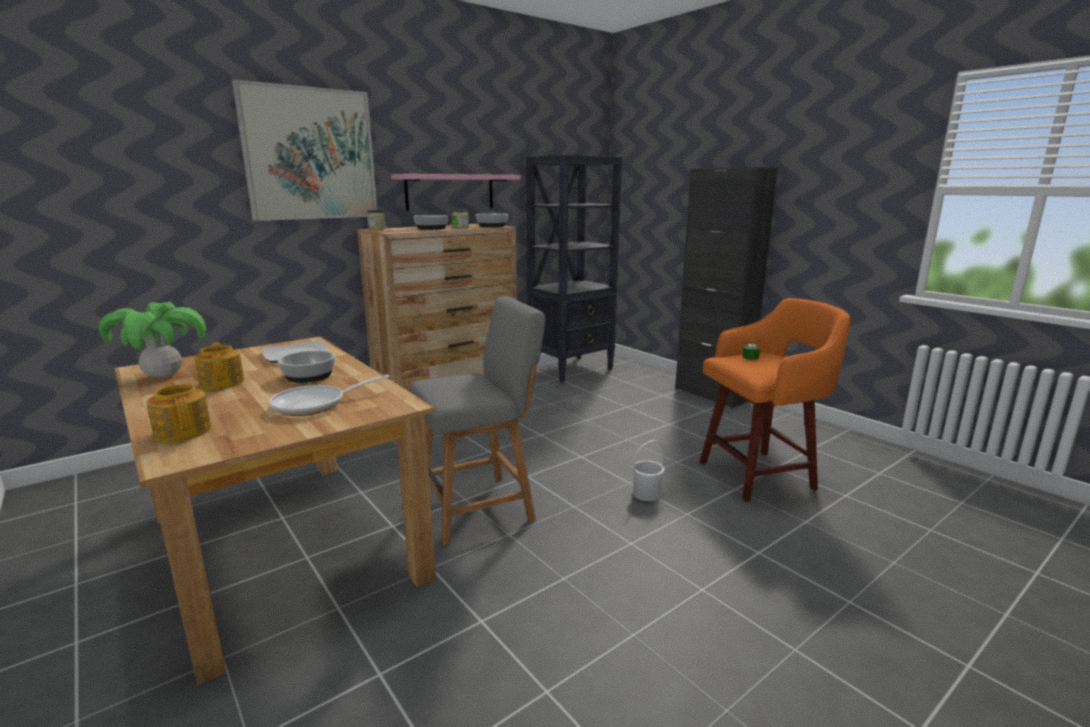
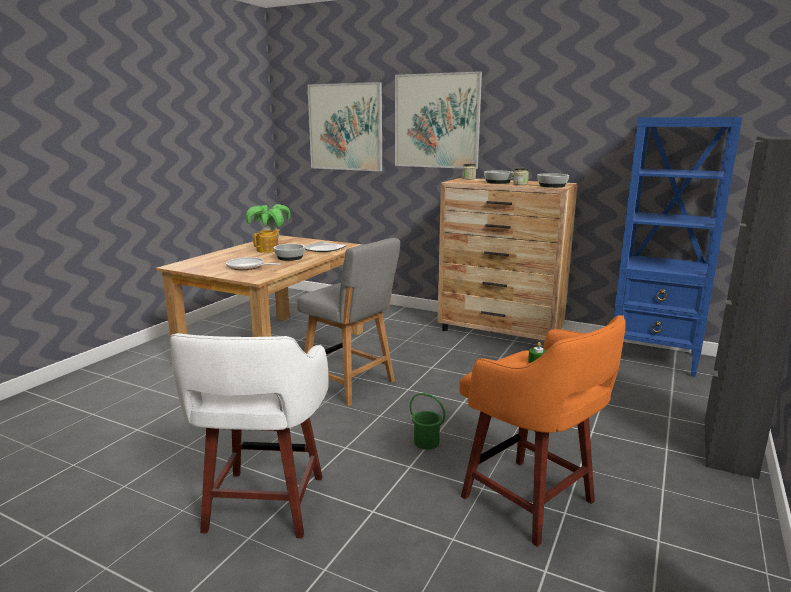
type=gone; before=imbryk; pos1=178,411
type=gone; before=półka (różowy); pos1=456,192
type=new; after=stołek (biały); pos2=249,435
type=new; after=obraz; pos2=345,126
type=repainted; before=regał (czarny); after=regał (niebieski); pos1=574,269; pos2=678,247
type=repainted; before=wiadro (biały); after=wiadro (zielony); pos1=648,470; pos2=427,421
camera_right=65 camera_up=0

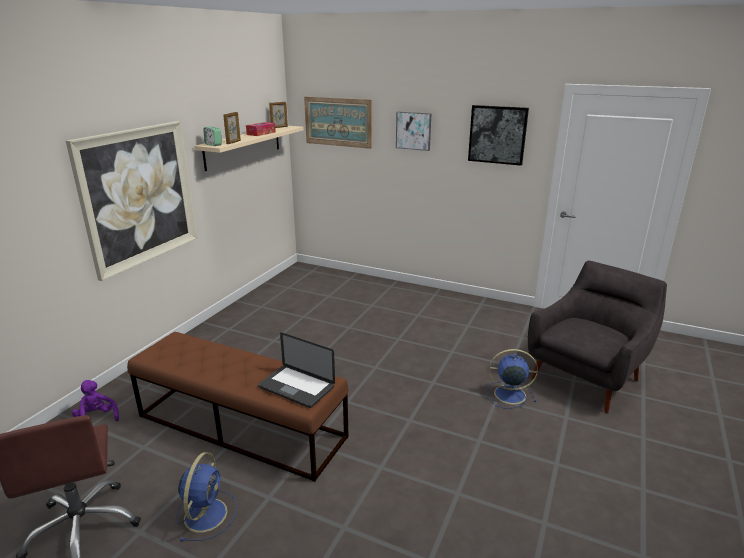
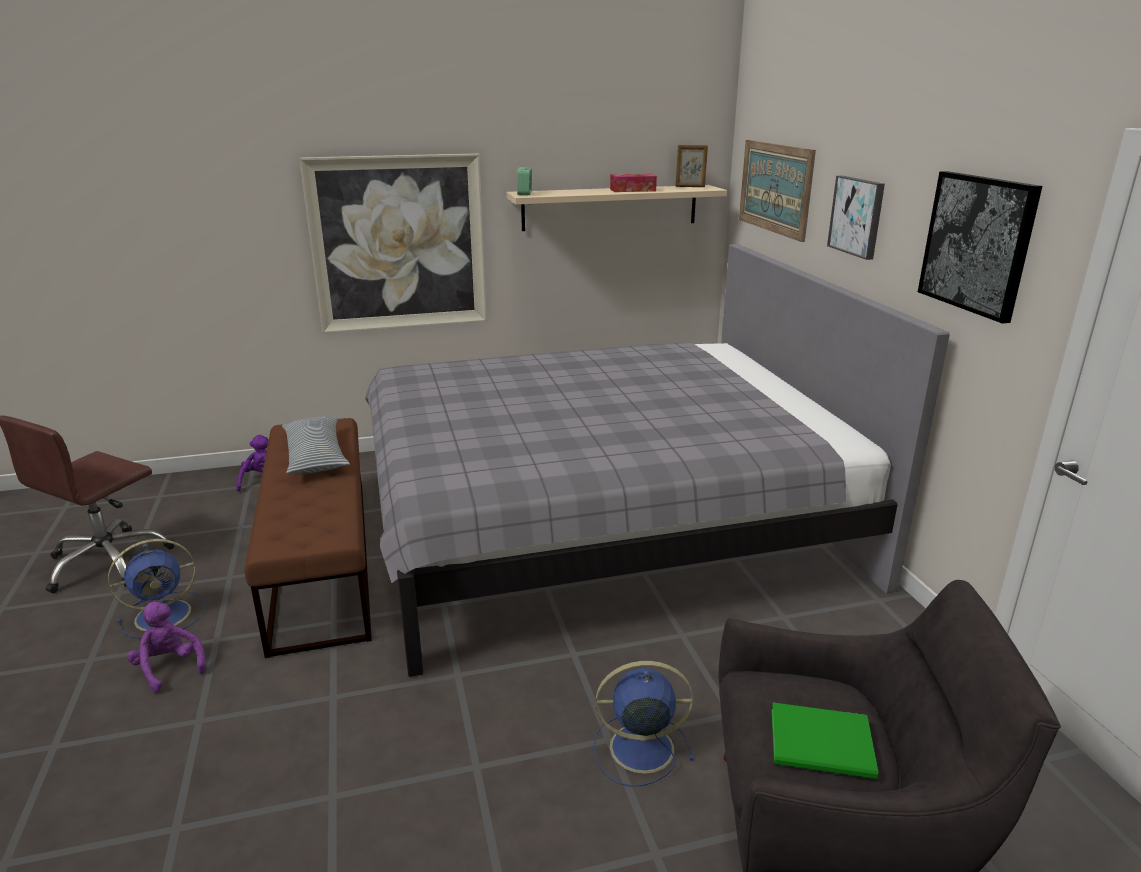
type=gone; before=ramka na zdjęcie; pos1=232,128
type=gone; before=laptop; pos1=296,370
type=new; after=pluszak (fioletowy); pos2=166,647
type=new; after=poduszka; pos2=316,445
type=new; after=łóżko (szary); pos2=657,460
type=new; after=książka (zielony); pos2=825,741
type=rotated; before=wentylator (niebieski); pos1=512,379; pos2=644,724; turn=-60
camera_right=50 camera_up=0

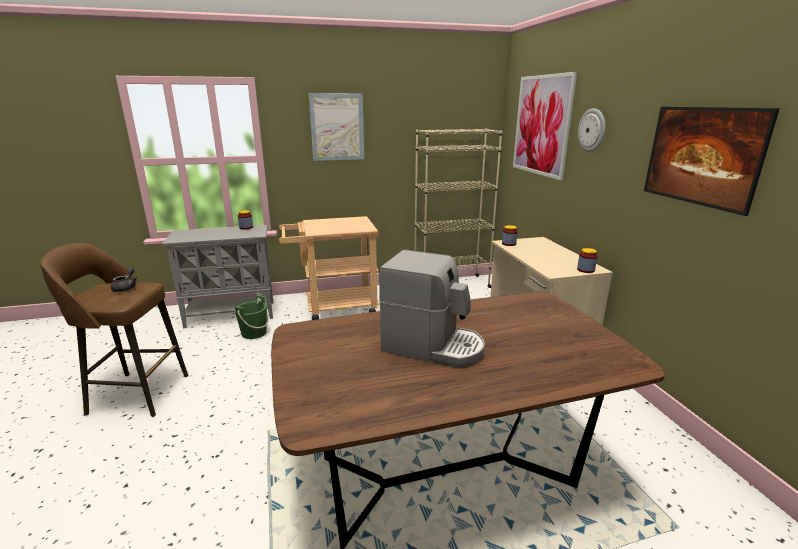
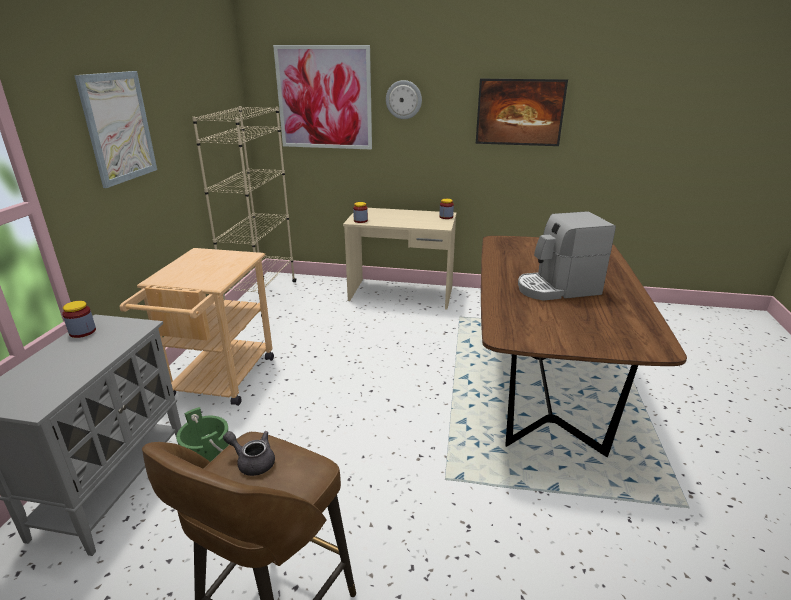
type=rotated; before=ekspres do kawy; pos1=432,309; pos2=567,256; turn=-150
camera_right=-65 camera_up=5

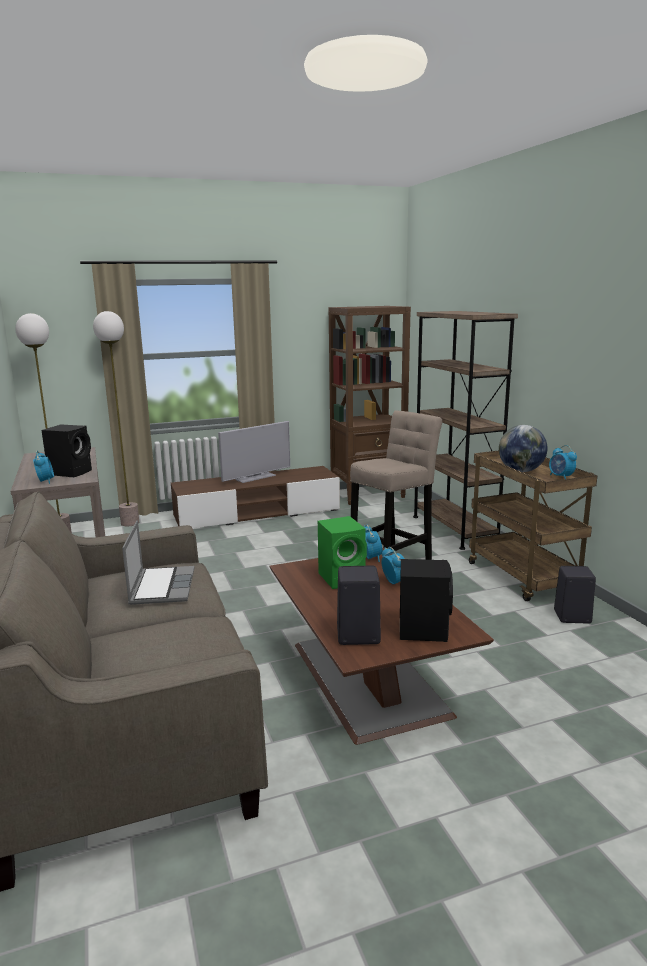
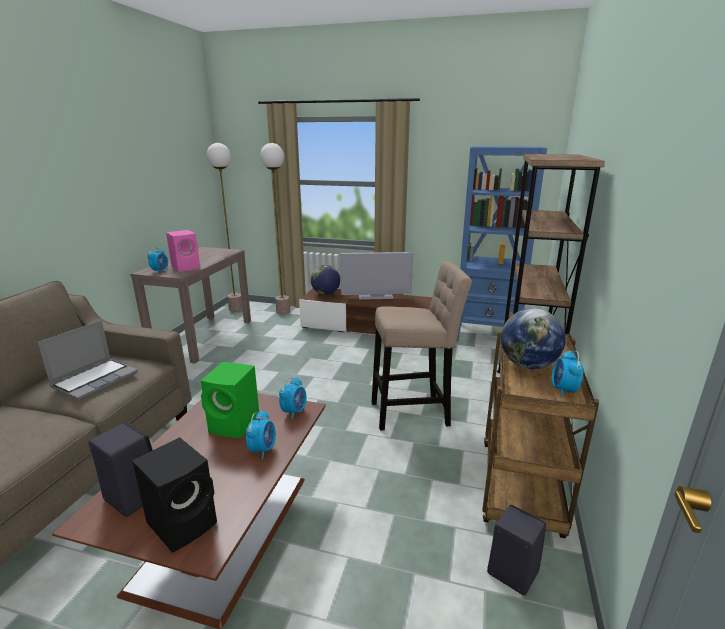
type=new; after=globus; pos2=325,280
type=repainted; before=głośnik (czarny); after=głośnik (różowy); pos1=66,451; pos2=183,251
type=repainted; before=regał (brązowy); after=regał (niebieski); pos1=369,405; pos2=502,243
camera_right=35 camera_up=5

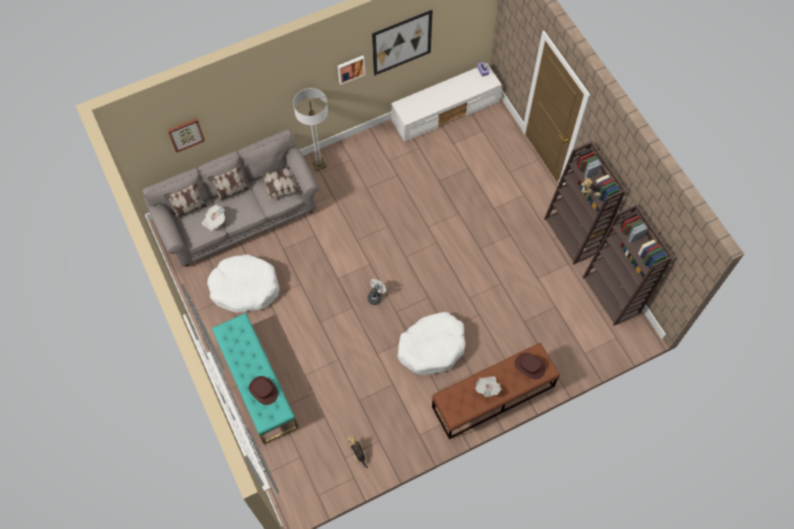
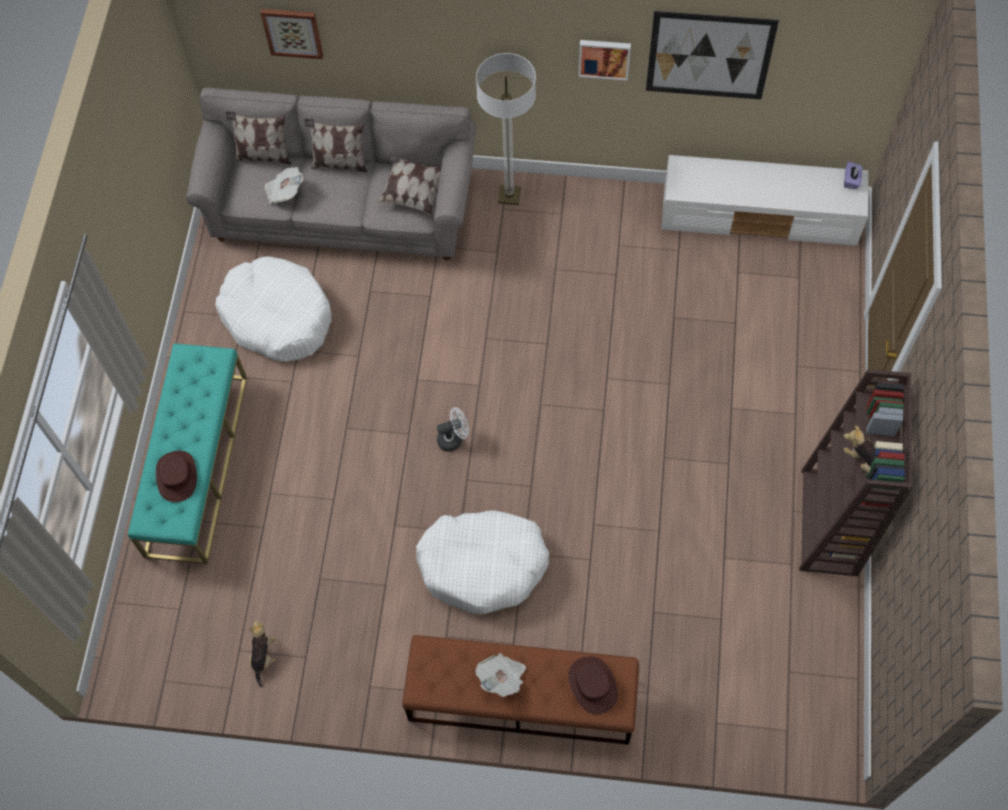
type=gone; before=regał (brązowy); pos1=628,265
camera_right=35 camera_up=0

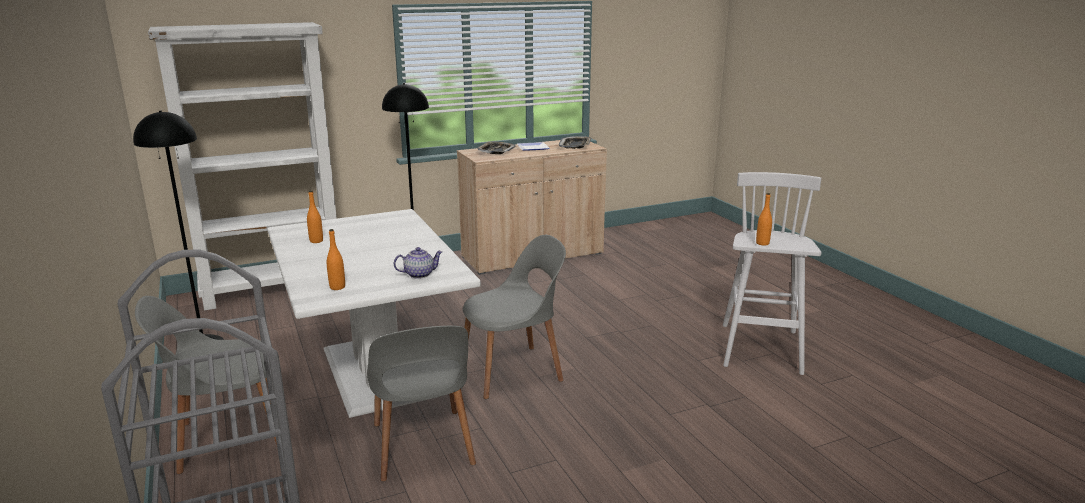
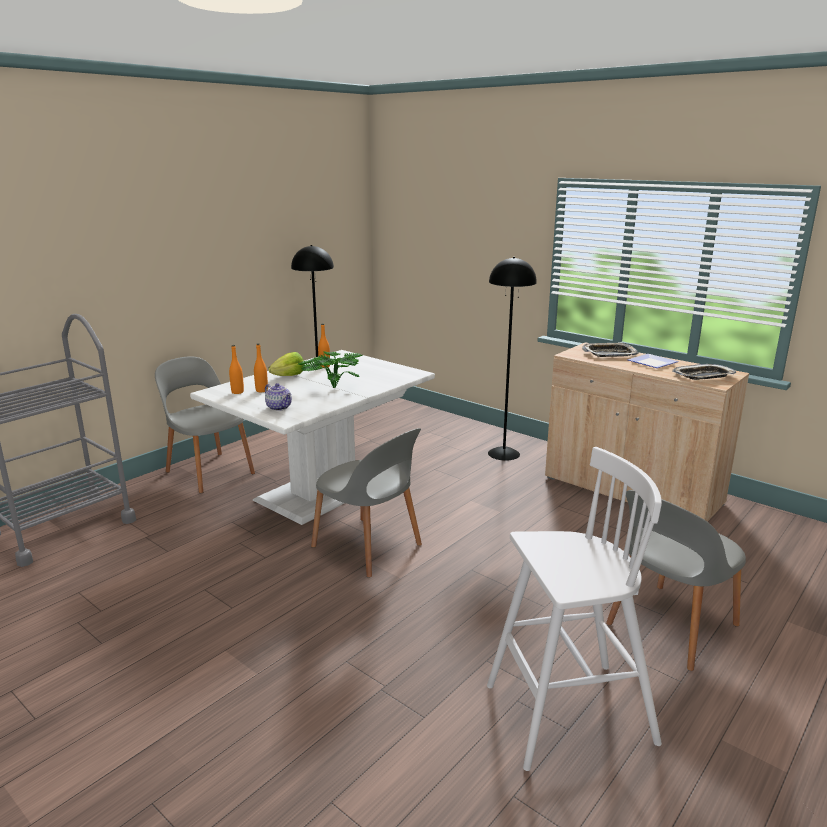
type=gone; before=regał (biały); pos1=242,166
type=new; after=sałata; pos2=286,364
type=new; after=roślina doniczkowa; pos2=330,369
type=shifted; before=krzesło (szary); pos1=421,404; pos2=676,580
type=shifted; before=butelka (pomarańczowy); pos1=764,219; pos2=261,368
camera_right=65 camera_up=0

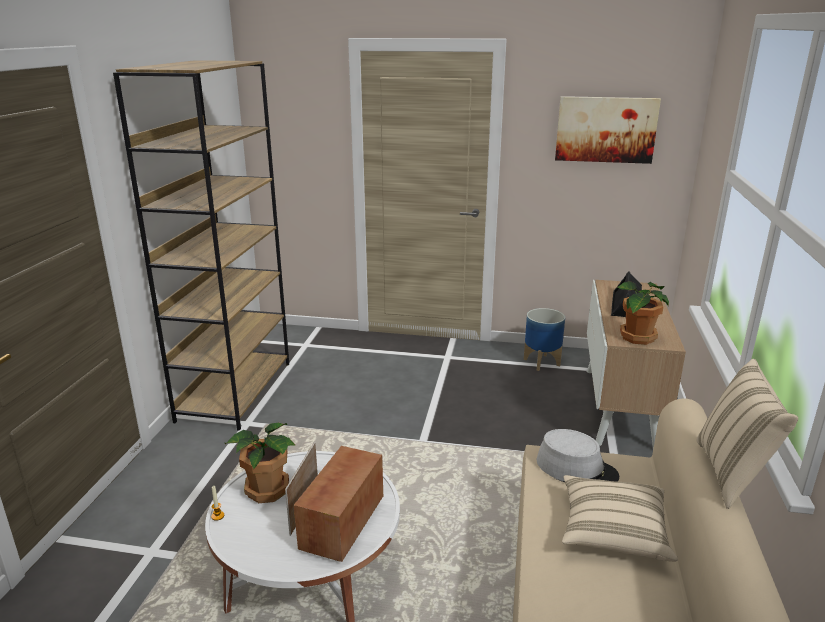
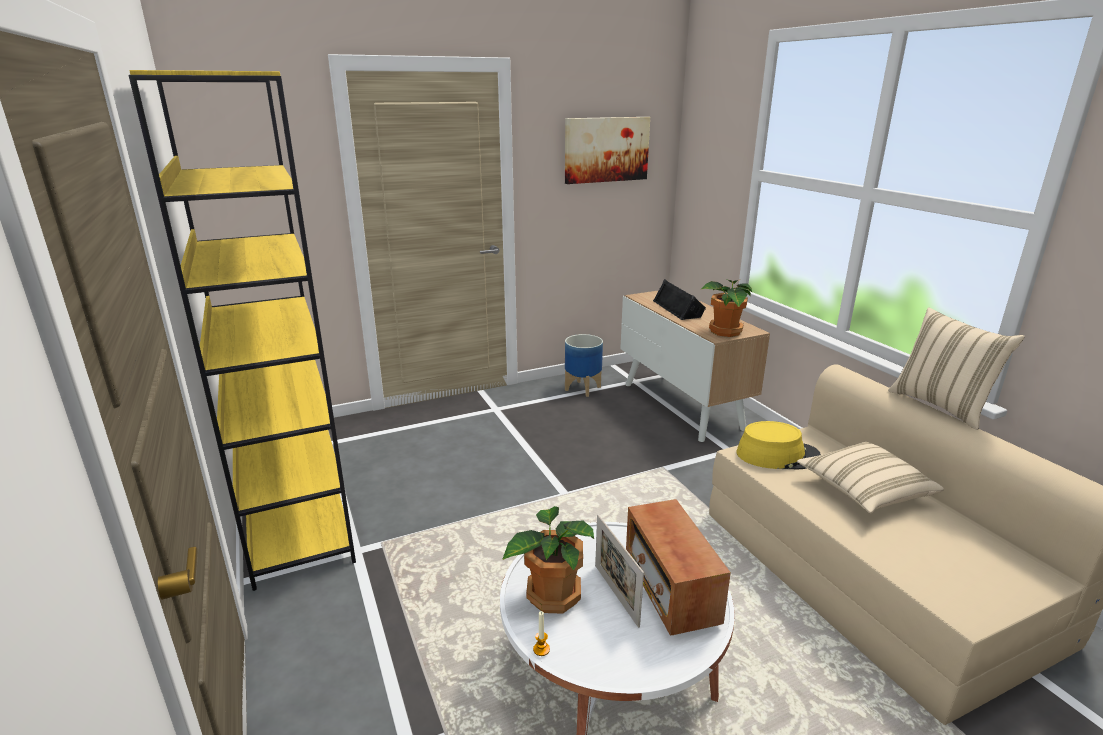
type=repainted; before=regał (brązowy); after=regał (żółty); pos1=201,245; pos2=242,330
type=repainted; before=kapelusz (szary); after=kapelusz (żółty); pos1=578,455; pos2=778,445
camera_right=-35 camera_up=0

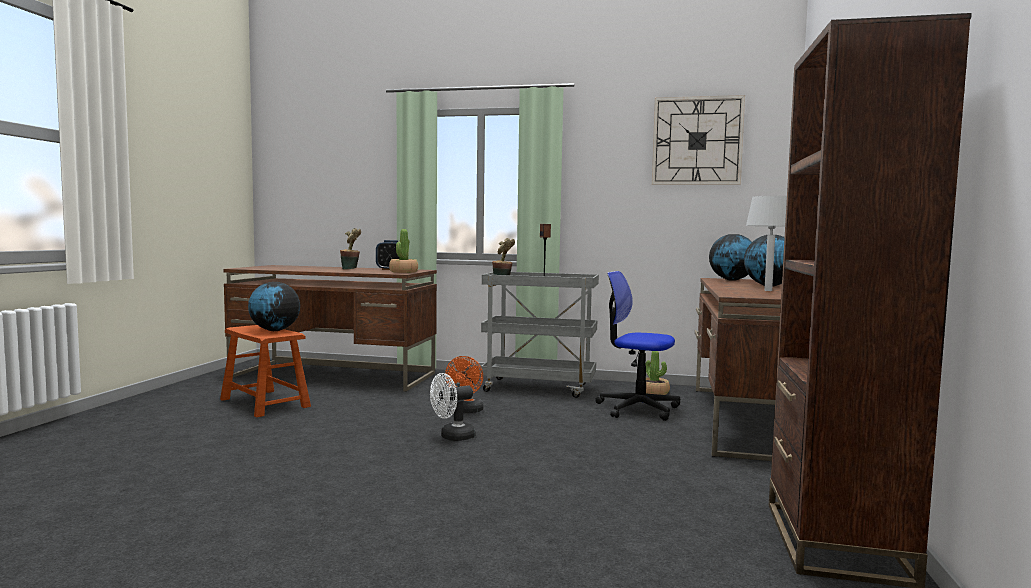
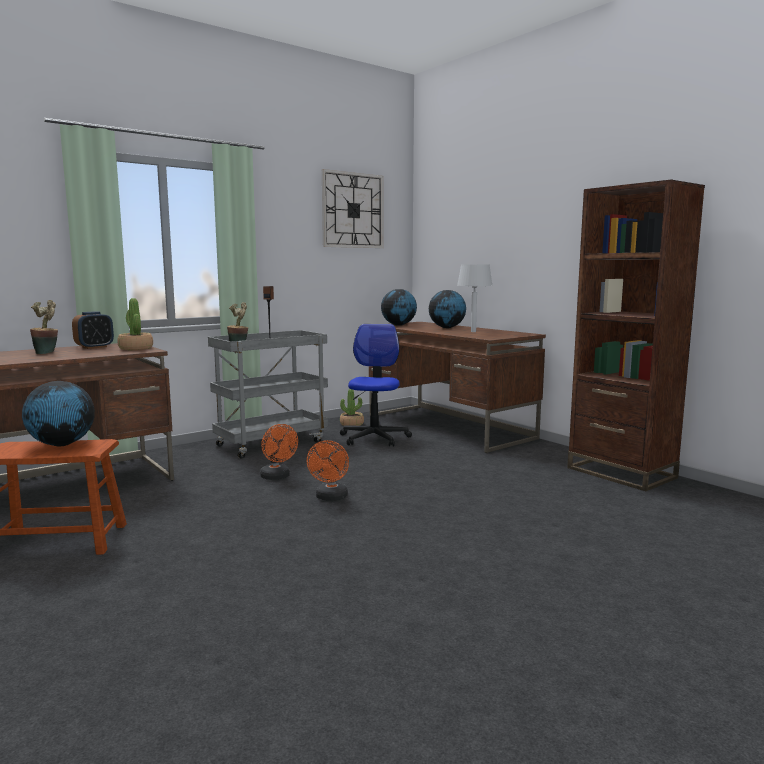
type=repainted; before=wentylator (biały); after=wentylator (pomarańczowy); pos1=452,407; pos2=328,470
type=rotated; before=krzesło biurowe; pos1=637,346; pos2=376,385; turn=120
camera_right=-50 camera_up=5

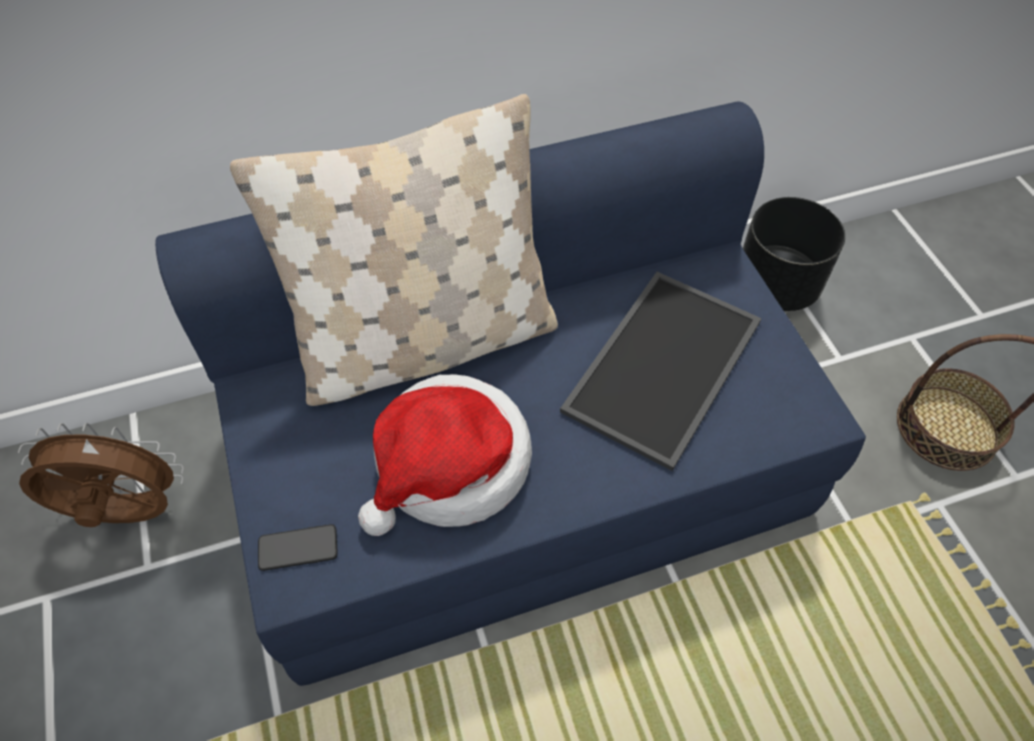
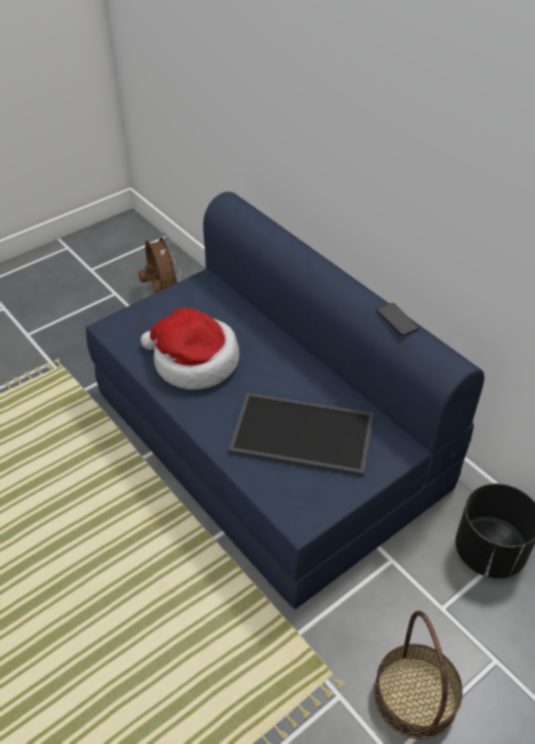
type=gone; before=poduszka (beżowy); pos1=394,250
type=shifted; before=telefon; pos1=298,547; pos2=397,319
camera_right=70 camera_up=-10

